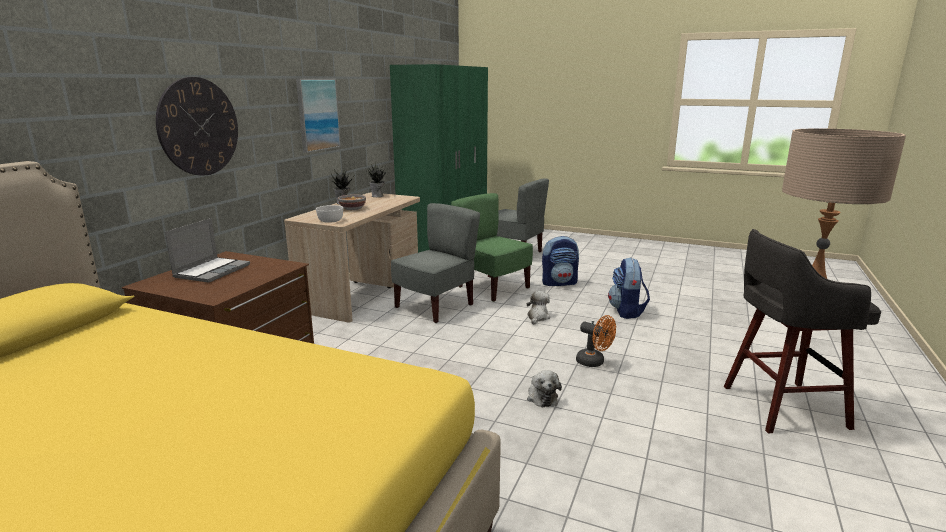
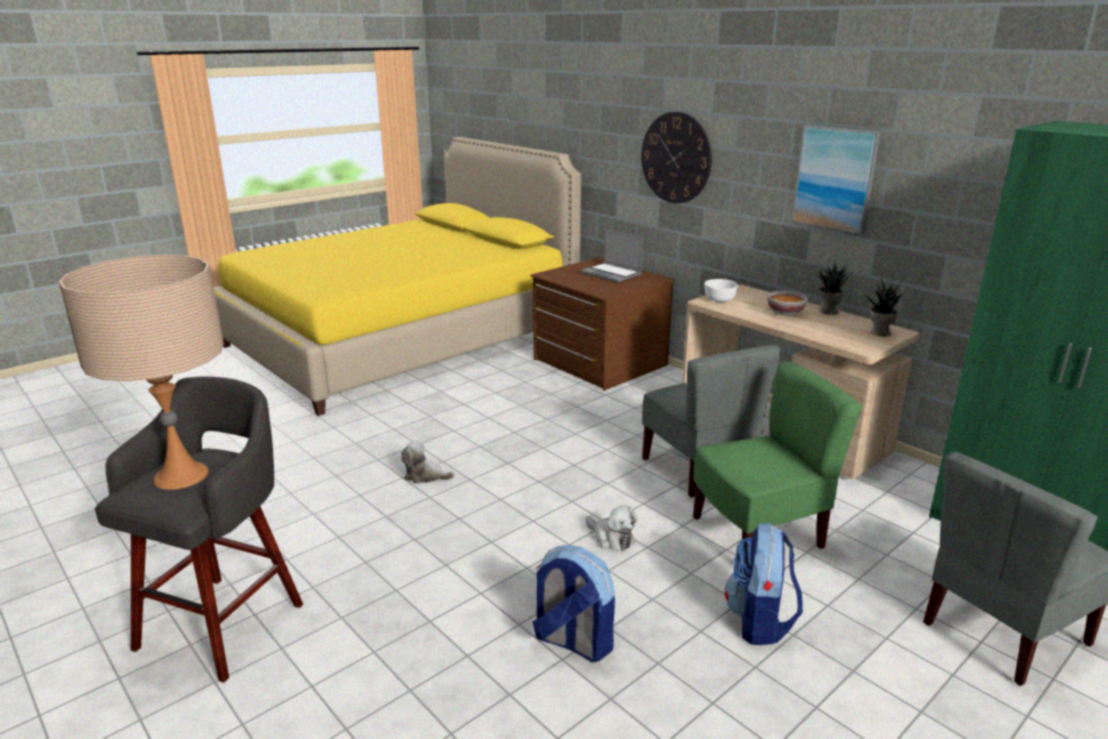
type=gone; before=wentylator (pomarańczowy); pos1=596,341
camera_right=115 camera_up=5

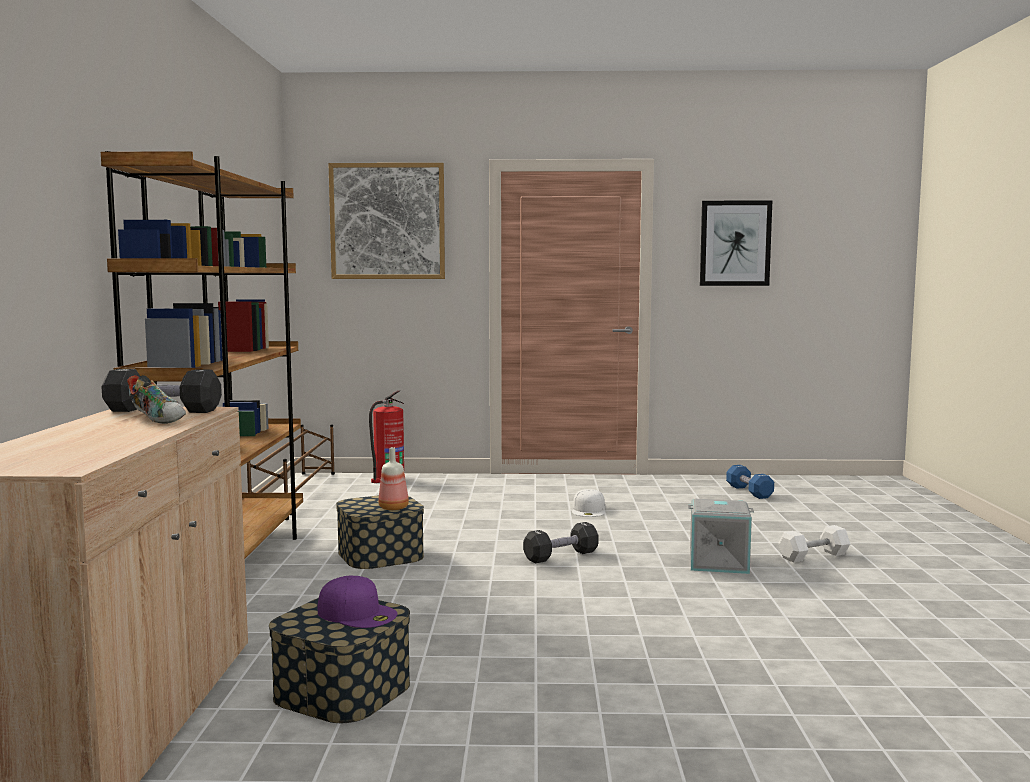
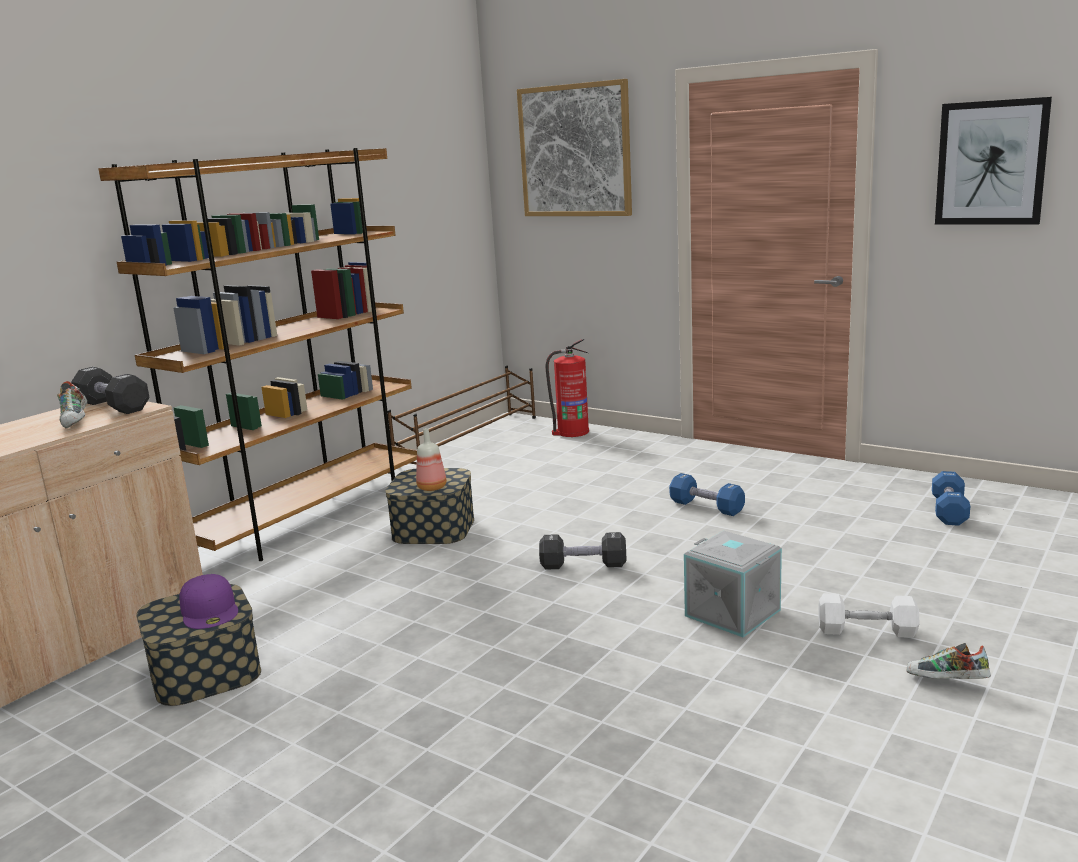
type=new; after=but; pos2=948,661
type=swapped; before=czapka z daszkiem (biały); after=hantel (niebieski); pos1=588,503; pos2=707,494
camera_right=35 camera_up=10

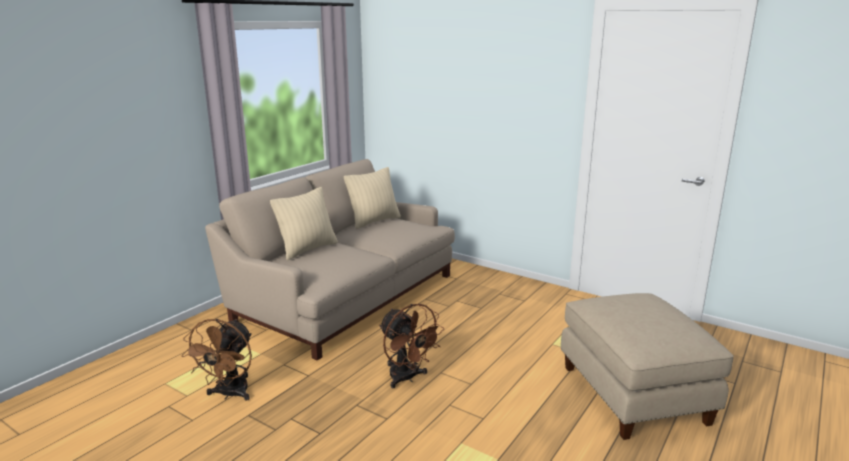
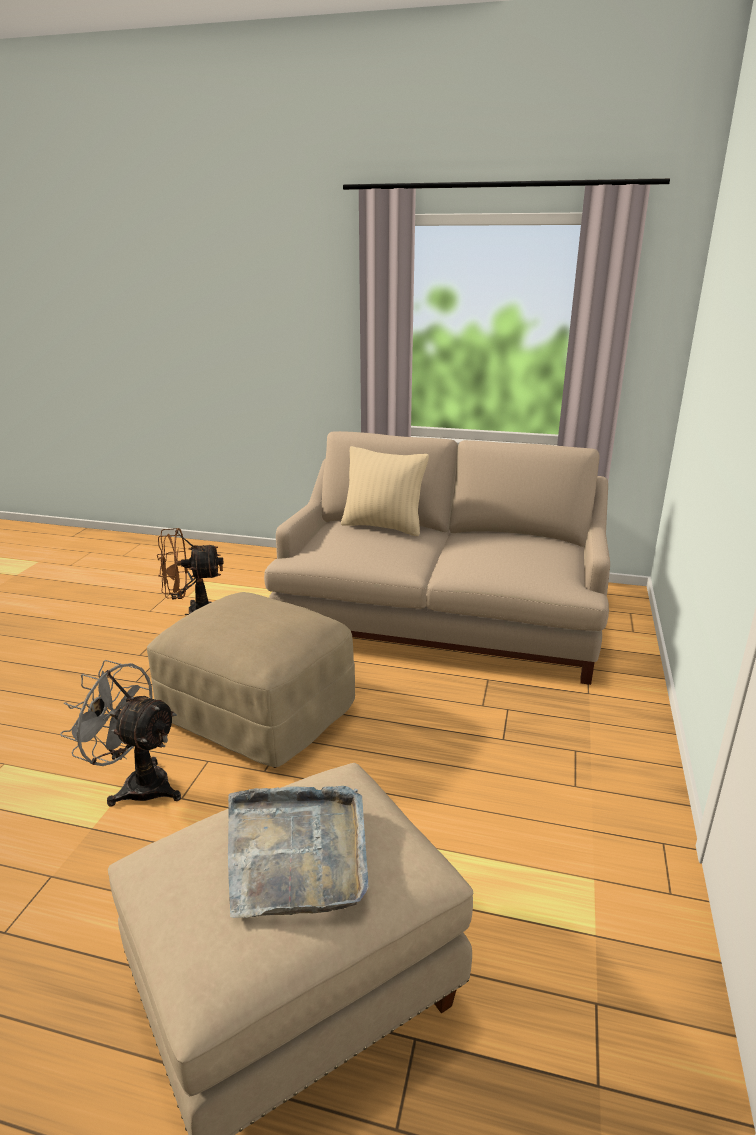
type=gone; before=poduszka (beżowy); pos1=372,198
type=new; after=wentylator (szary); pos2=120,733
type=new; after=taca (szary); pos2=298,852
type=swapped; before=wentylator (brązowy); after=pufa (beżowy); pos1=411,346; pos2=251,680
camera_right=70 camera_up=5

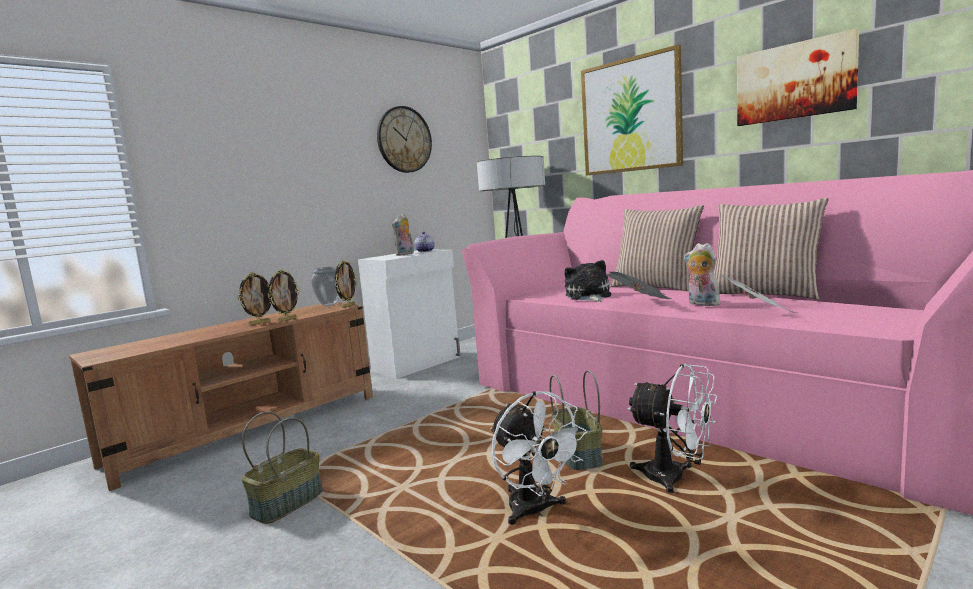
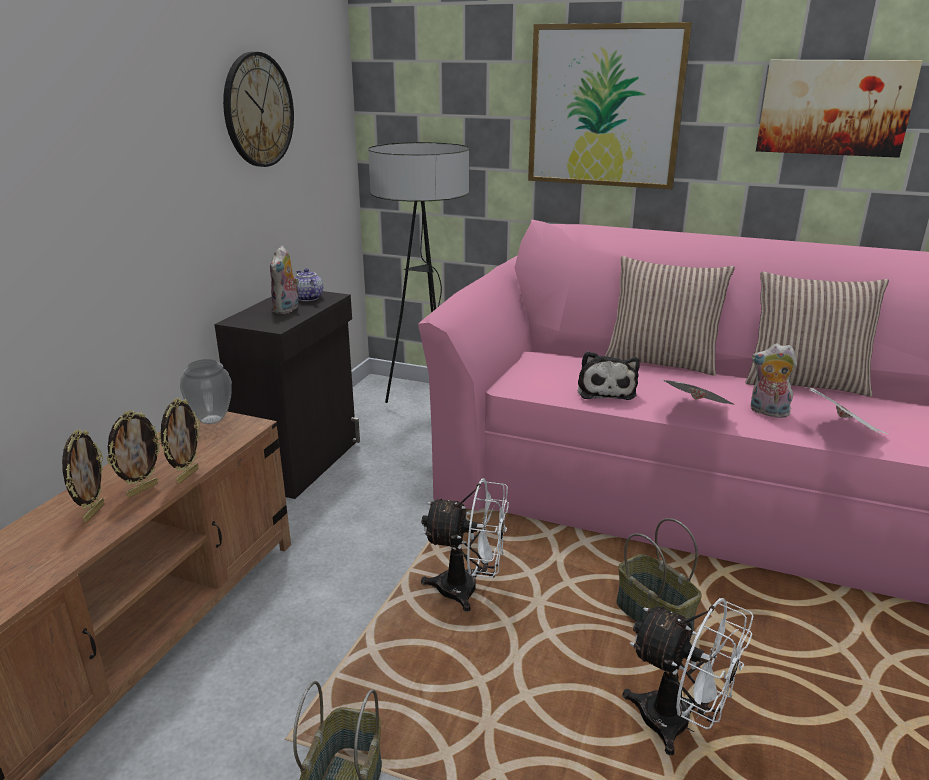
type=shifted; before=ramka na zdjęcie; pos1=346,283; pos2=83,475
type=shifted; before=wentylator (biały); pos1=672,428; pos2=465,545
type=repainted; before=szafka (biały); after=szafka (czarny); pos1=409,314; pos2=287,395
type=rotated; before=pluszak; pos1=587,281; pos2=609,375; turn=-150
camera_right=-25 camera_up=15

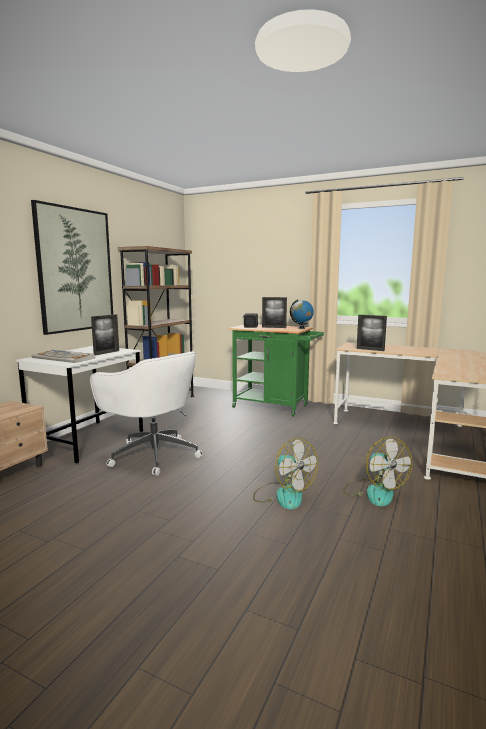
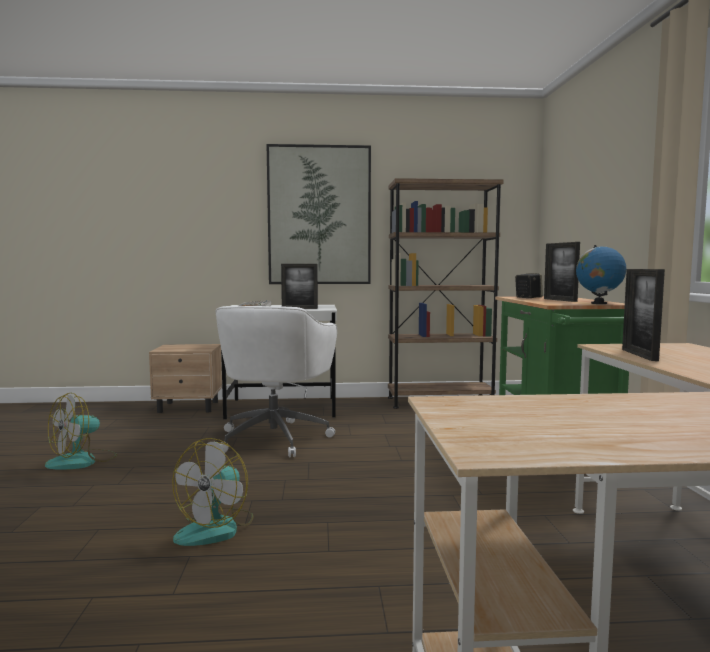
type=shifted; before=wentylator; pos1=377,471; pos2=81,431
camera_right=60 camera_up=-5

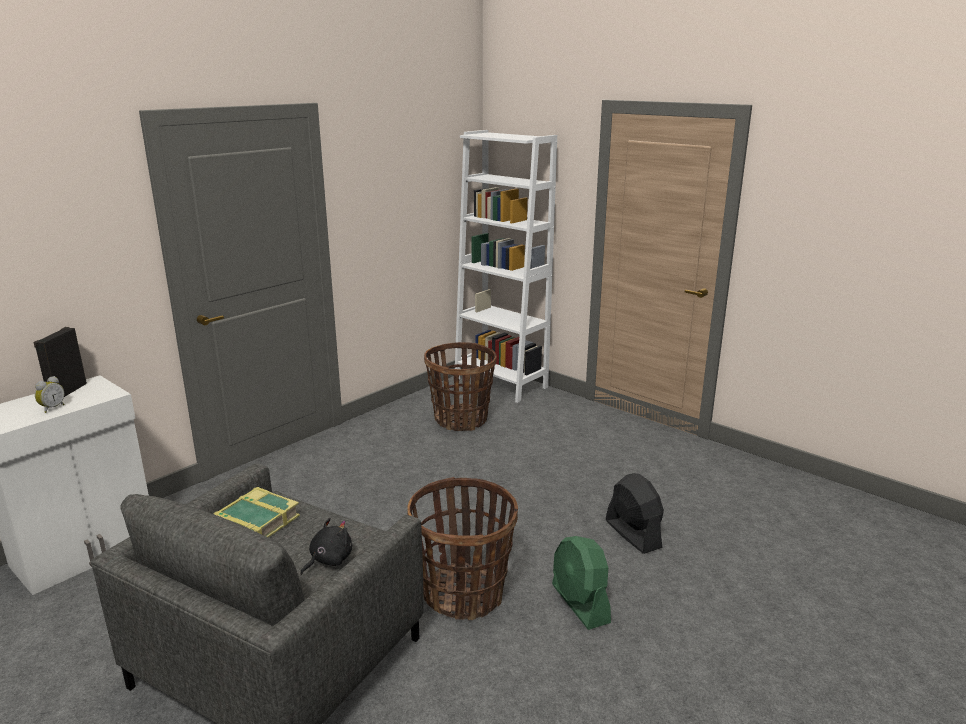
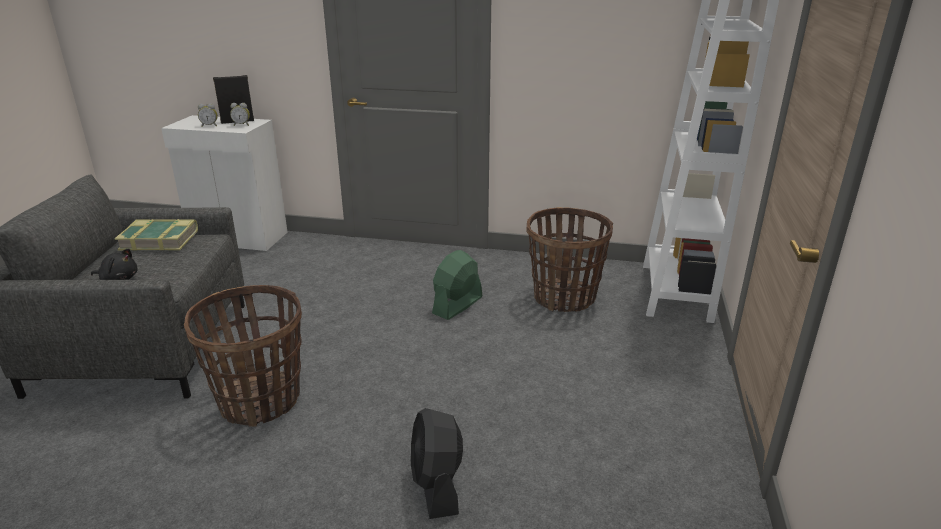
type=new; after=budzik; pos2=240,114
type=shifted; before=wentylator (zielony); pos1=581,583; pos2=457,285
type=rotated; before=wentylator (czarny); pos1=635,513; pos2=437,463; turn=135
camera_right=60 camera_up=5

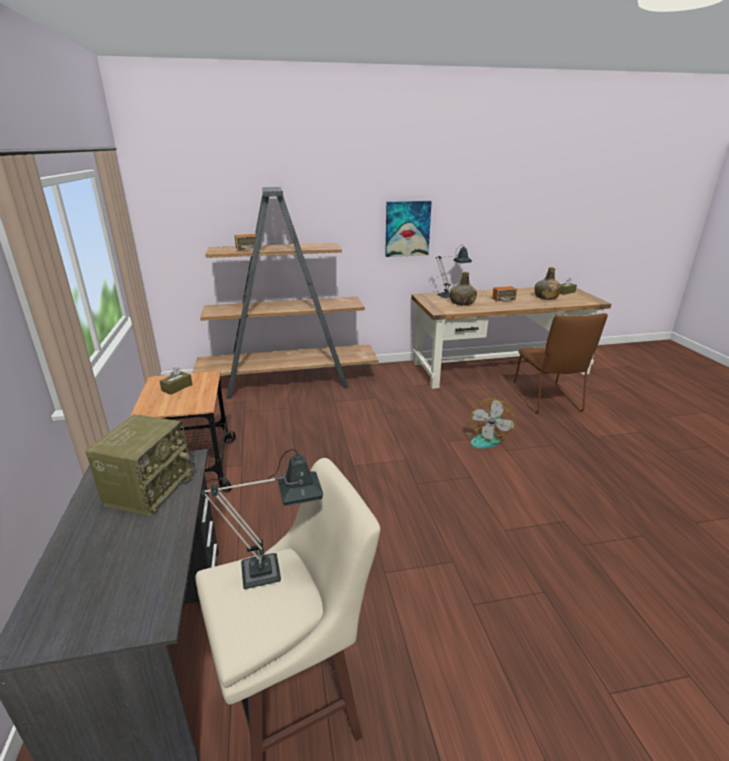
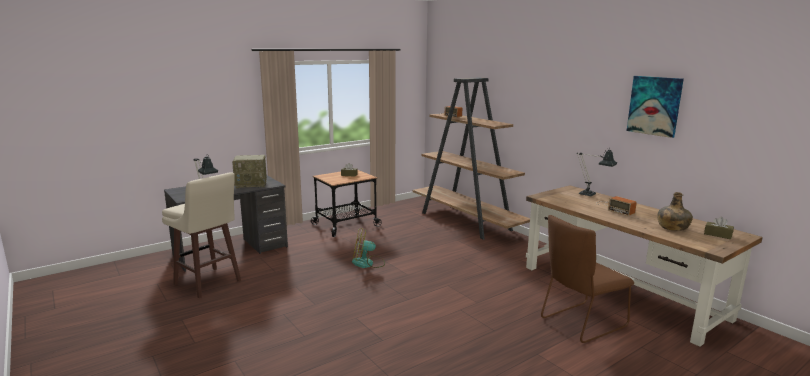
type=gone; before=butelka (zielony); pos1=463,289
type=shifted; before=obraz; pos1=408,229; pos2=655,107
type=shifted; before=wentylator; pos1=490,423; pos2=368,248
camera_right=65 camera_up=-10

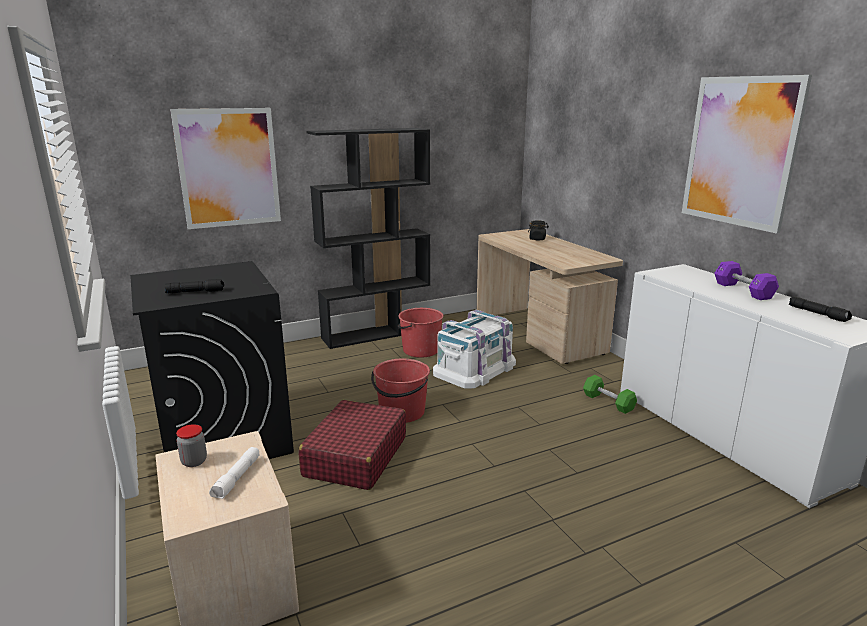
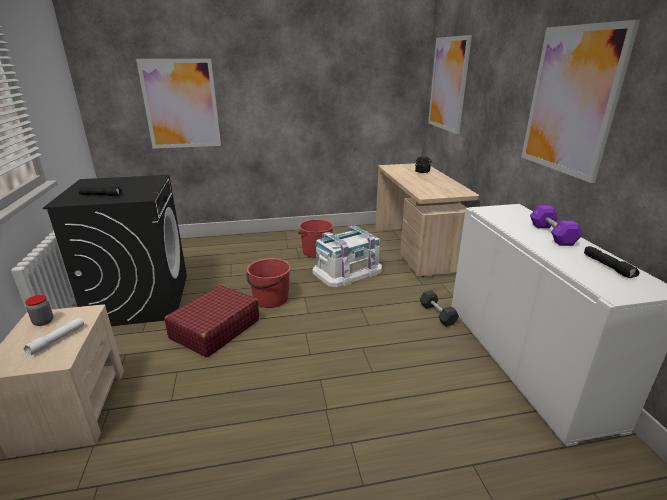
type=gone; before=regał (czarny); pos1=368,238
type=new; after=obraz; pos2=450,84
type=repainted; before=hantel (zielony); after=hantel (czarny); pos1=610,394; pos2=439,308
camera_right=15 camera_up=5

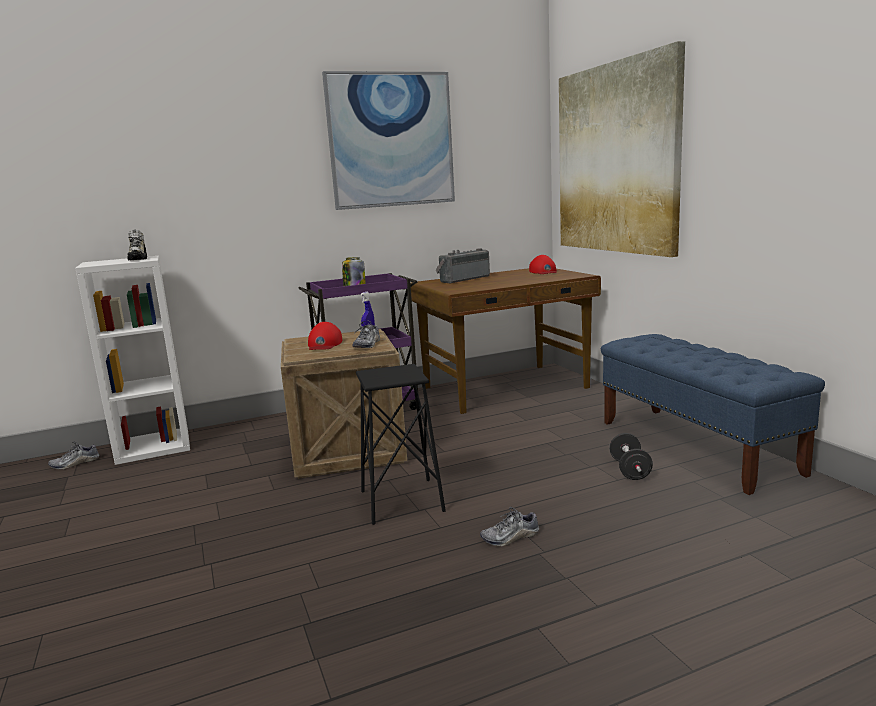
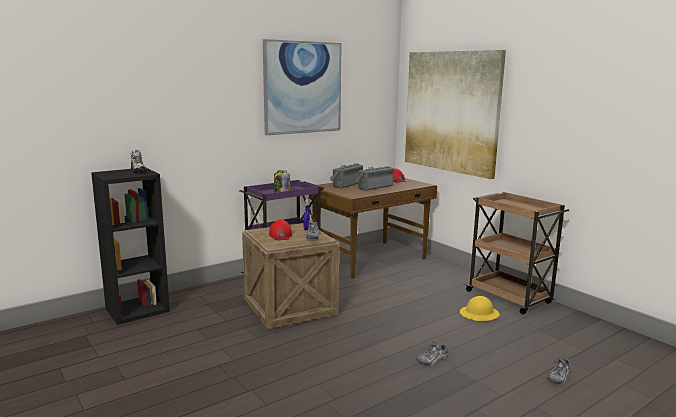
type=gone; before=stołek (czarny); pos1=401,444
type=new; after=radio; pos2=375,178
type=shifted; before=but; pos1=73,455; pos2=559,370
type=swapped; before=ławka (niebieski); after=wózek (brązowy); pos1=713,414; pos2=517,253
type=swapped; before=hantel (czarny); after=kask (żółty); pos1=631,456; pos2=479,308
type=repainted; before=regał (biały); after=regał (czarny); pos1=132,360; pos2=130,246
camera_right=-15 camera_up=0

